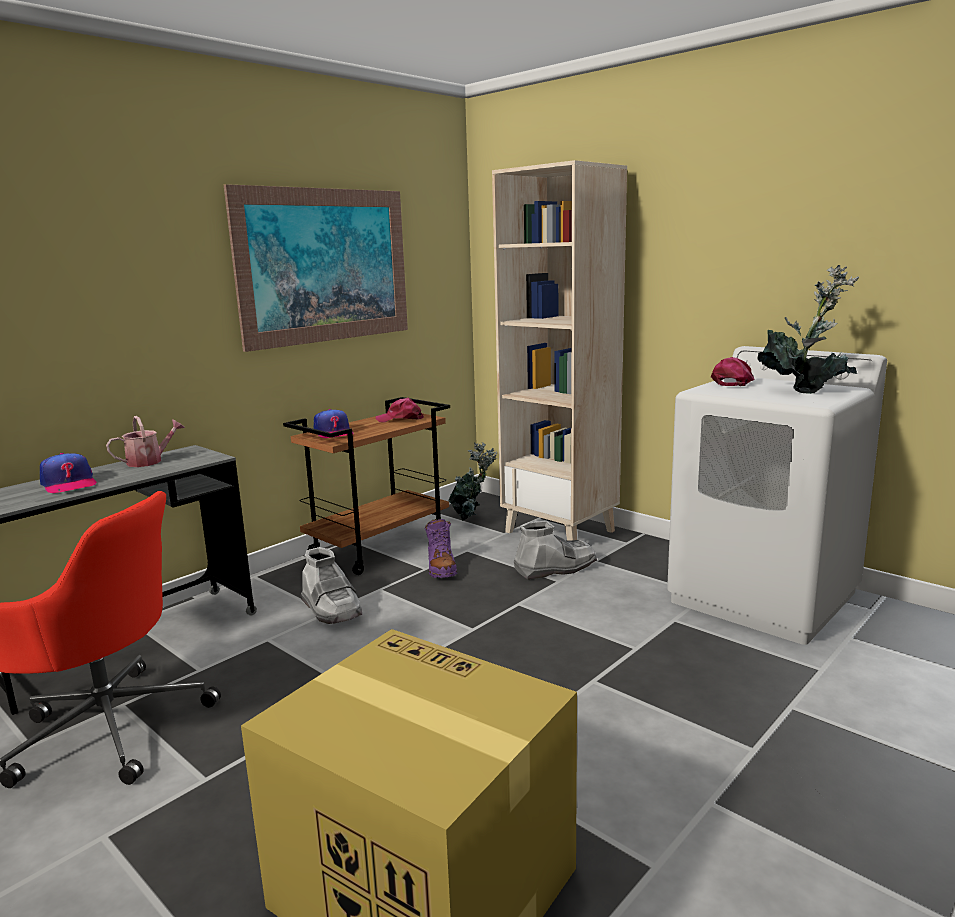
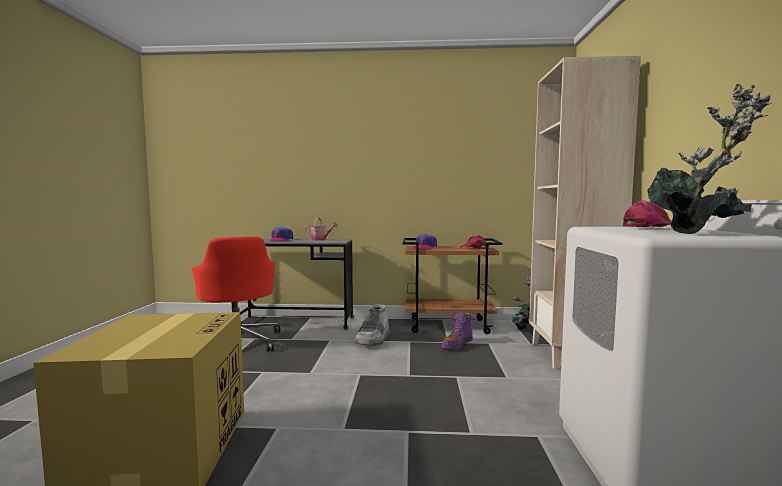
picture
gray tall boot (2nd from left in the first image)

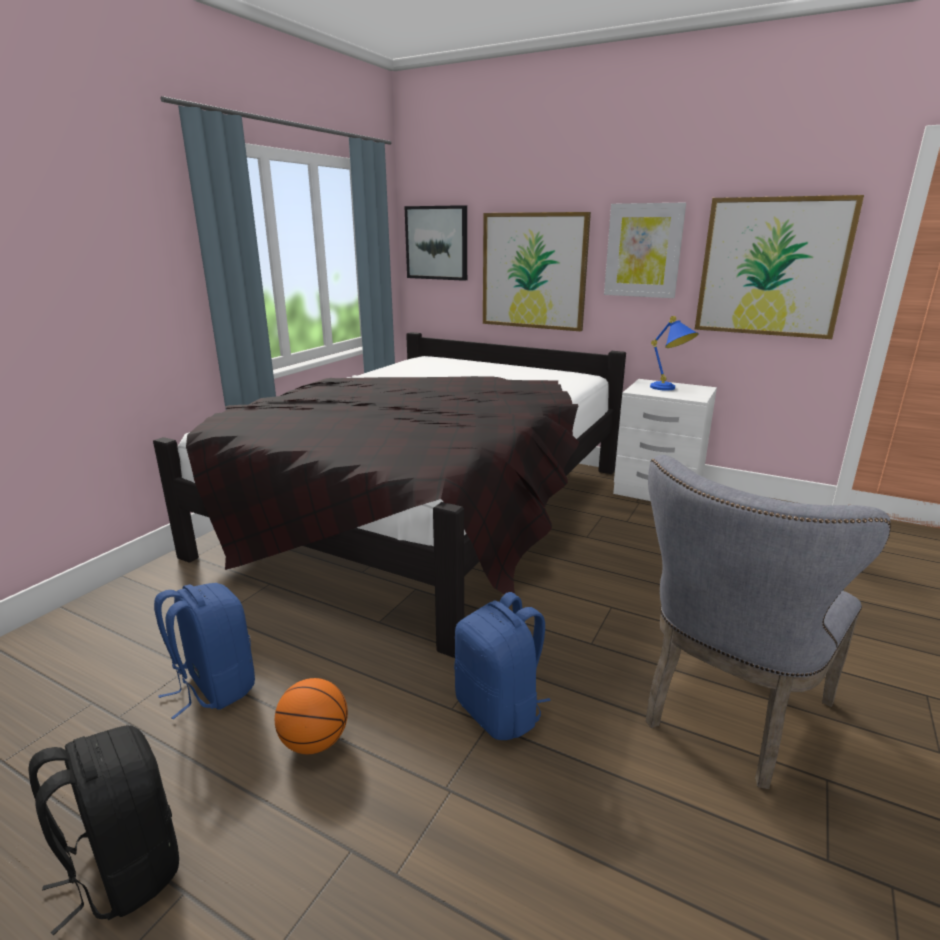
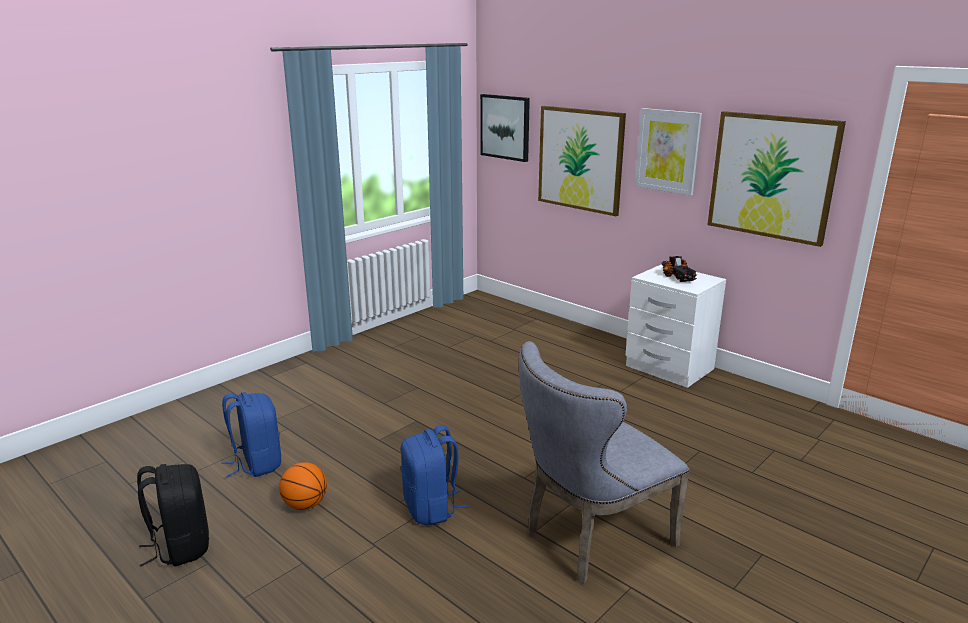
black bedroom bed
model truck

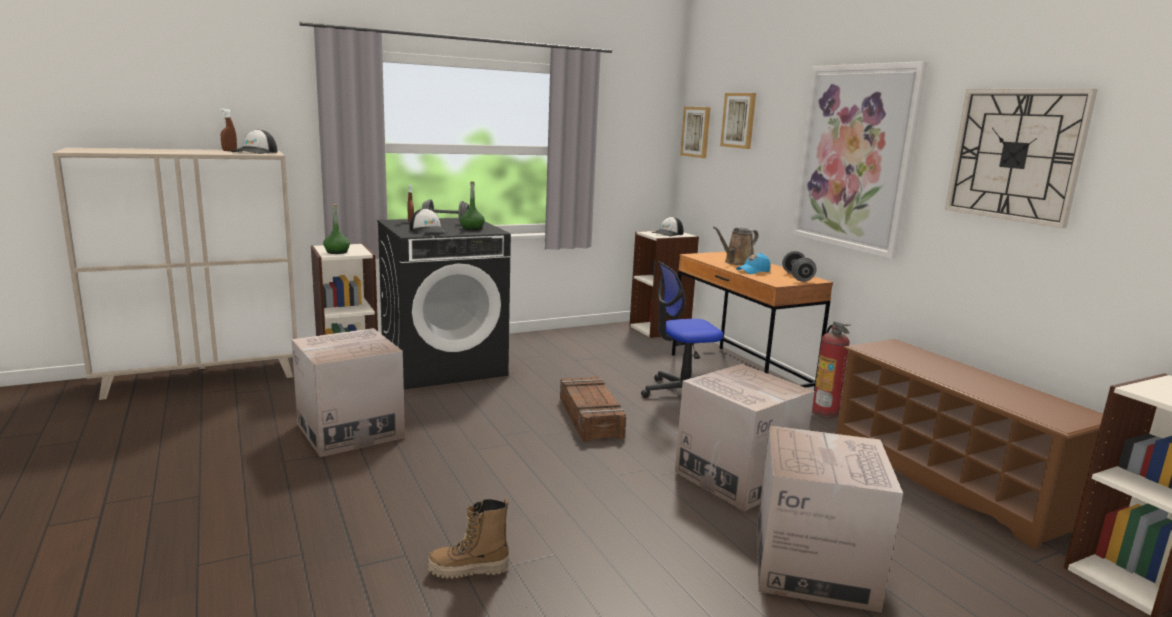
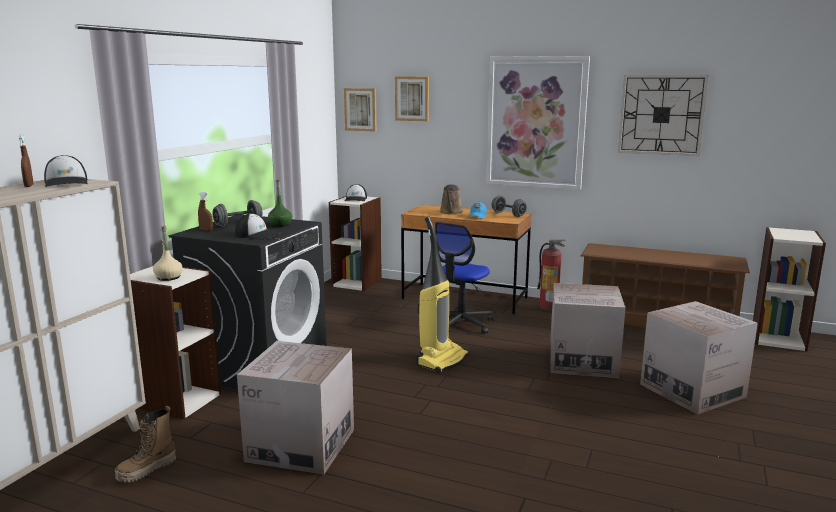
beige-coloured drink bottle
tall boot
hoover

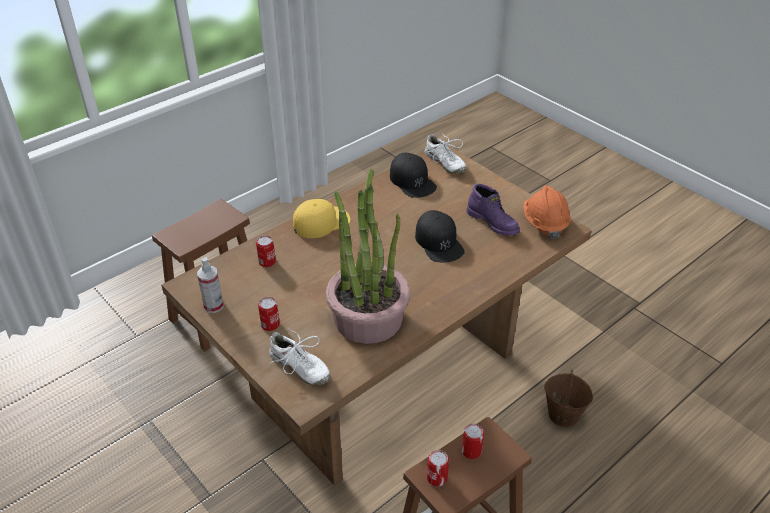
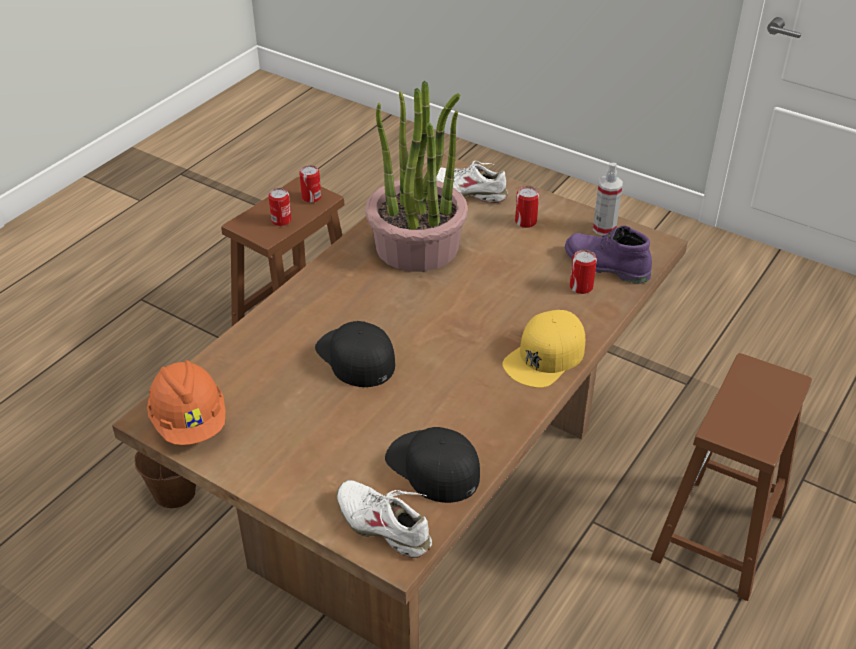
purplish tall boot

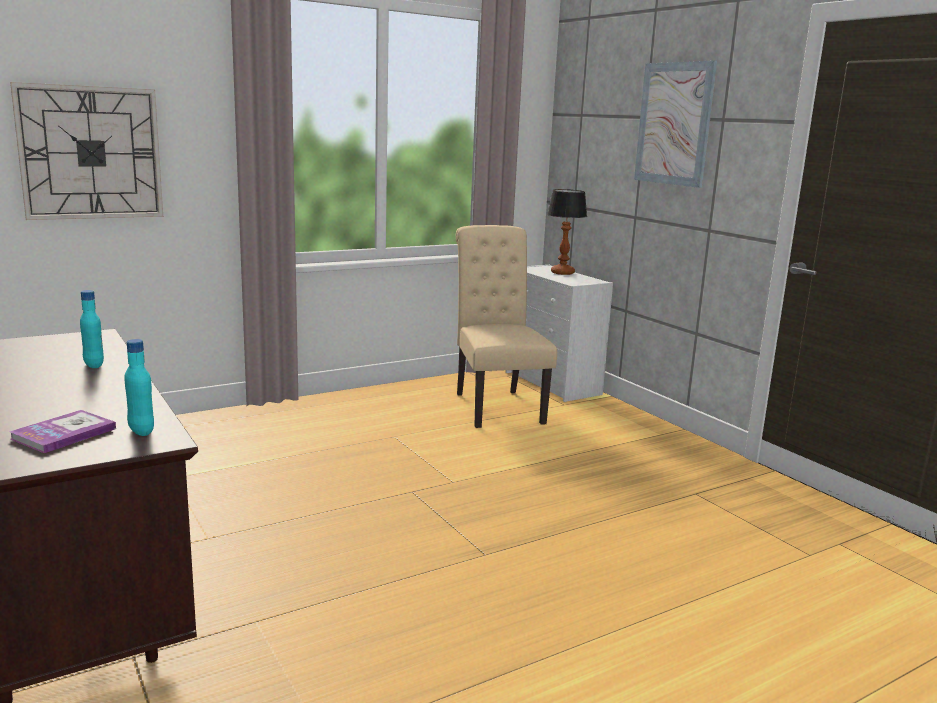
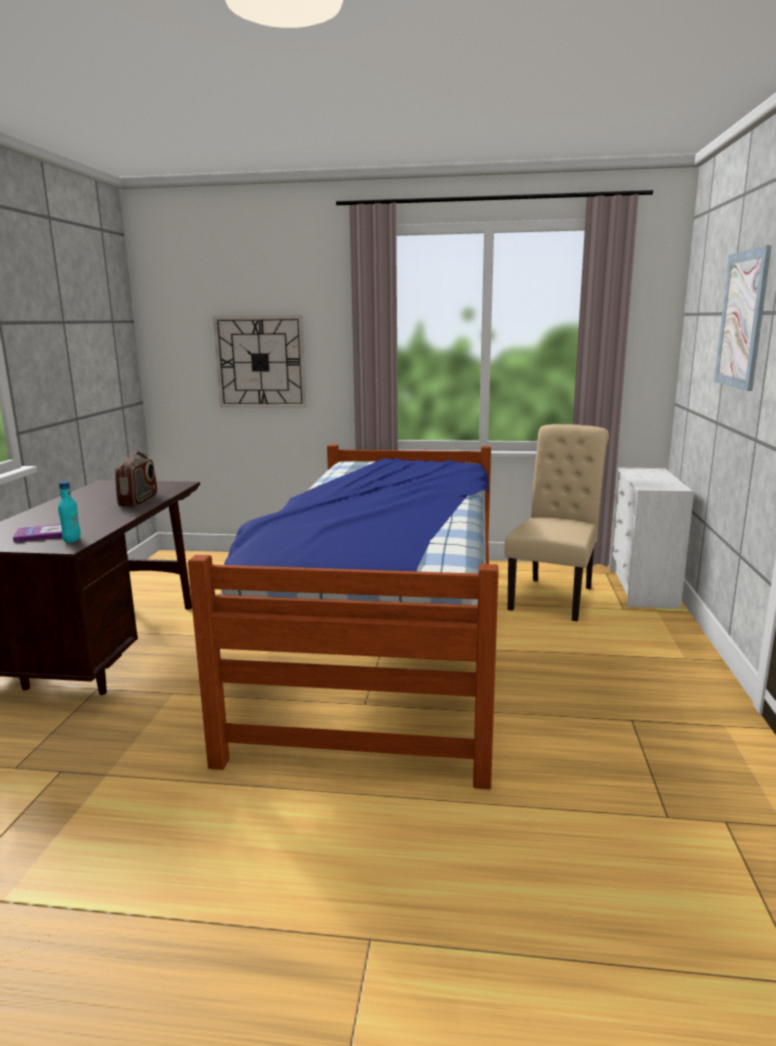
radio set
tabletop lamp
bedroom bed

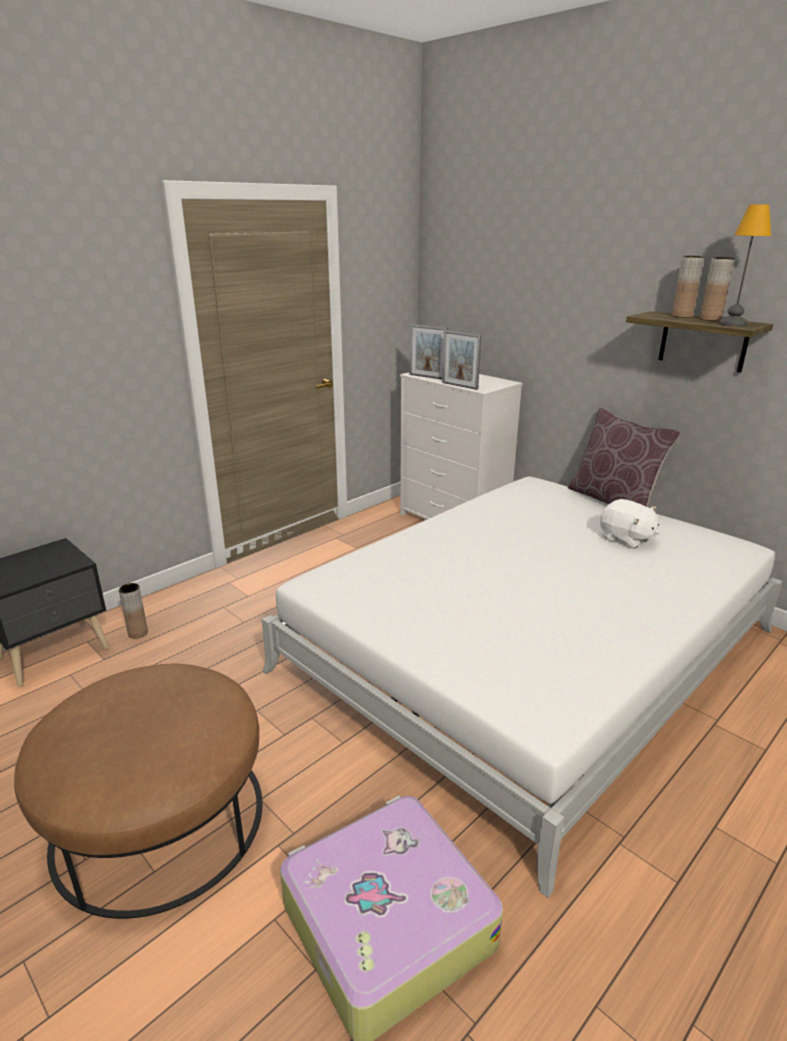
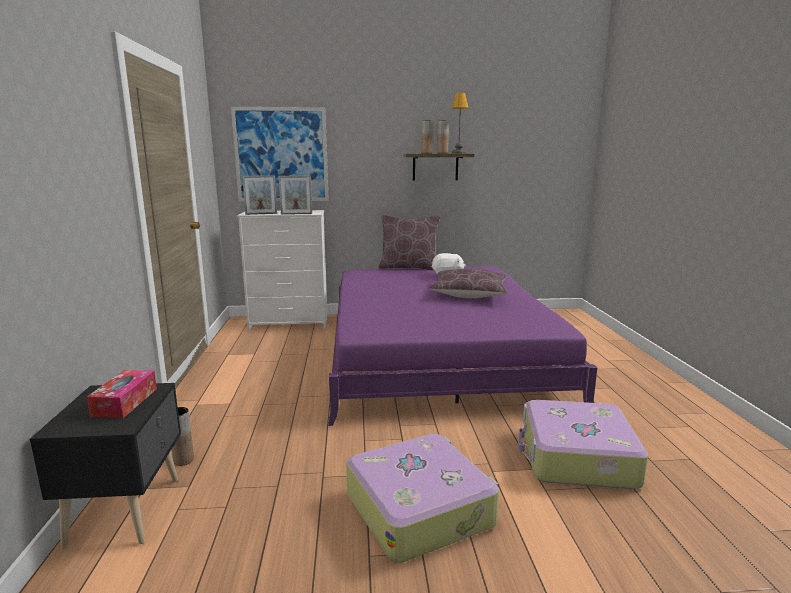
suitcase (1st from left)
purplish bedroom bed
tissue holder
picture
brown-coloured pillow (2nd from left)

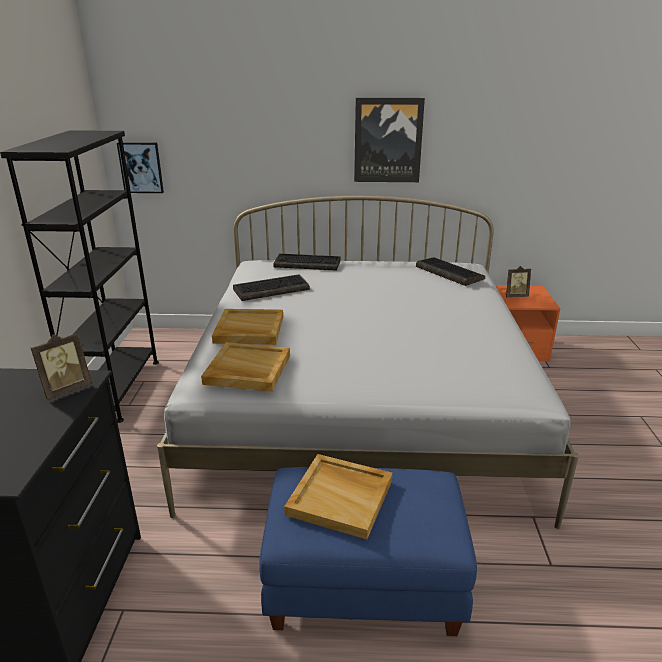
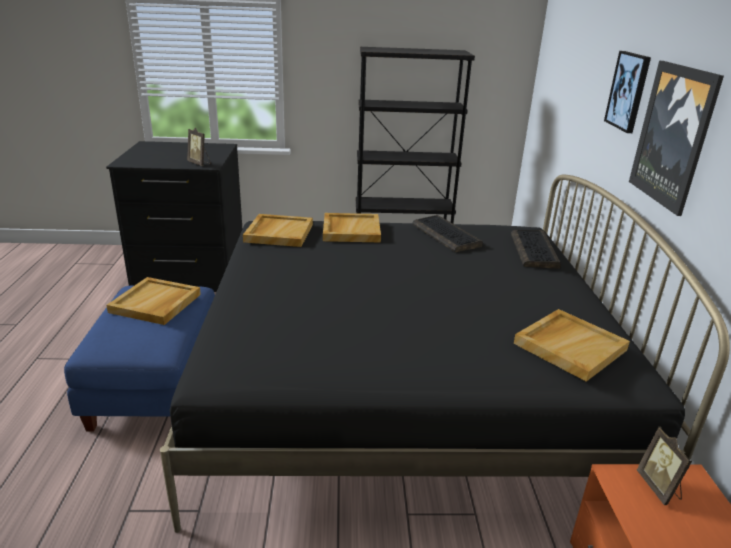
picture (1st from left)
black bedroom bed
beige-coloured tray (4th from left)

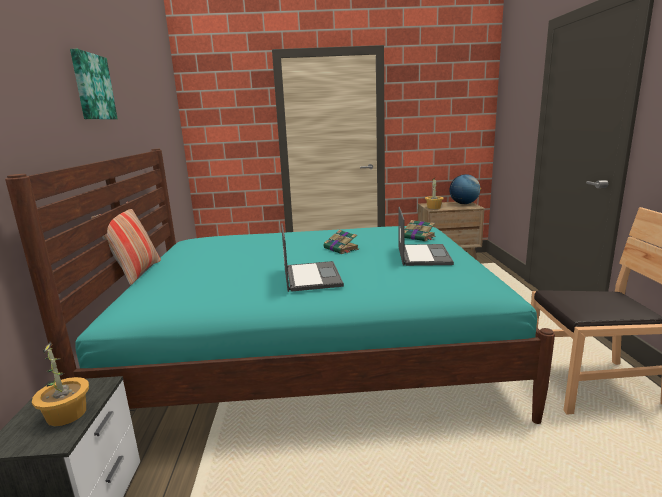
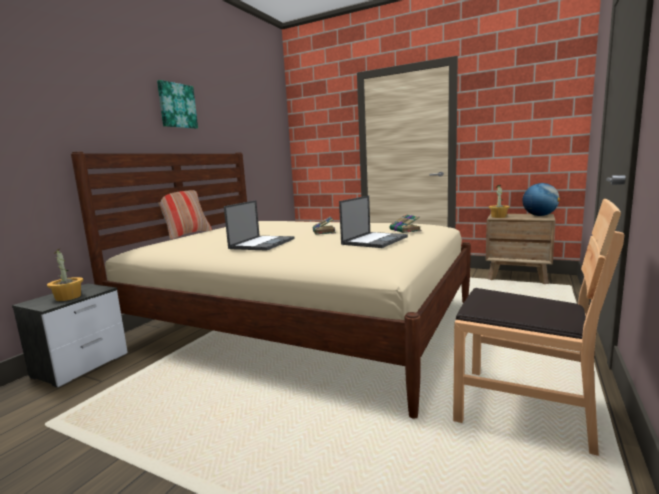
beige-coloured bedroom bed

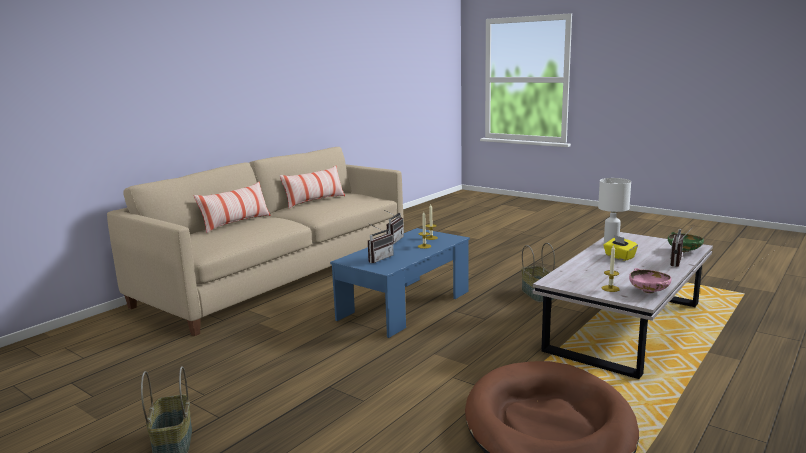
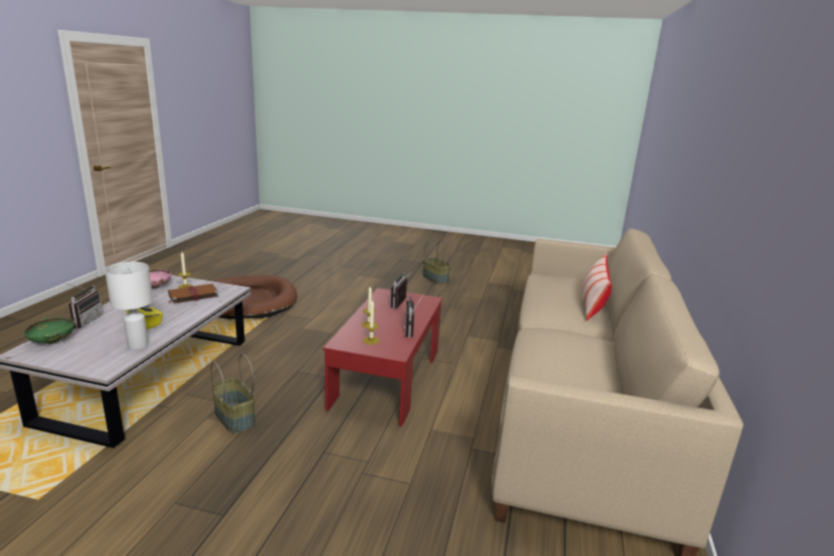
pillow (2nd from left in the first image)
reddish coffee table
brown-coloured volume

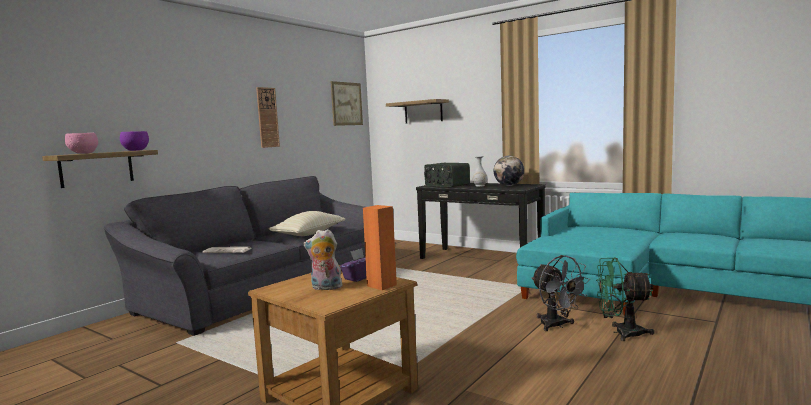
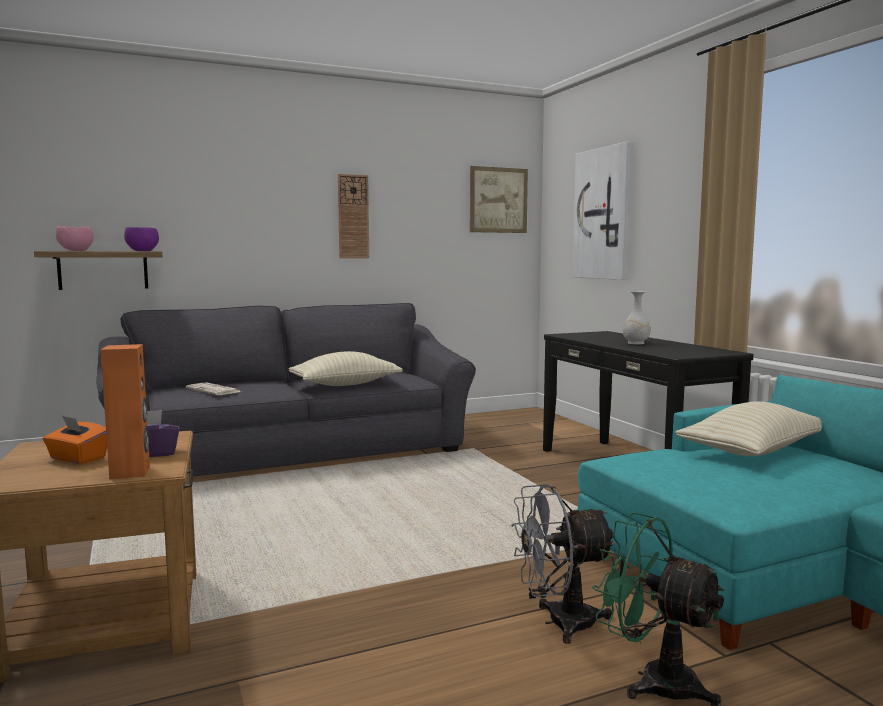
orangey tissue holder
picture (2nd from left)
radio set
world globe
gray cooling fan
beige-coloured pillow (2nd from left)

